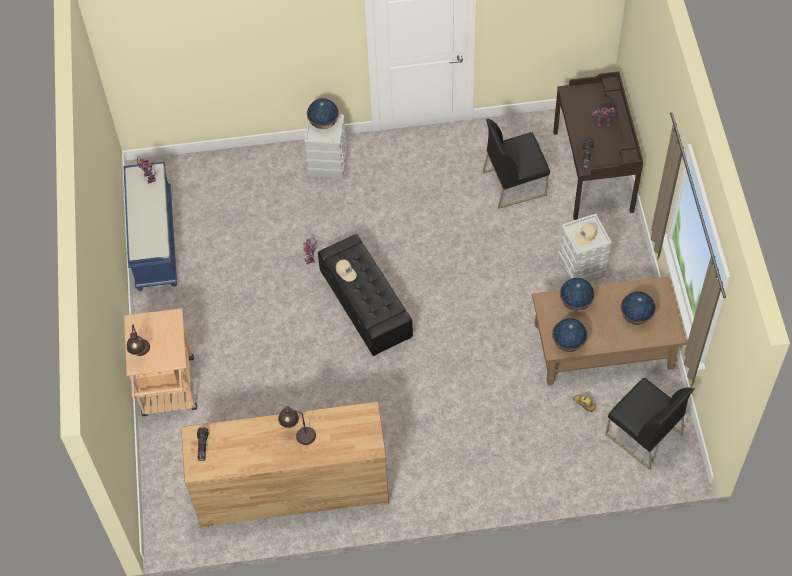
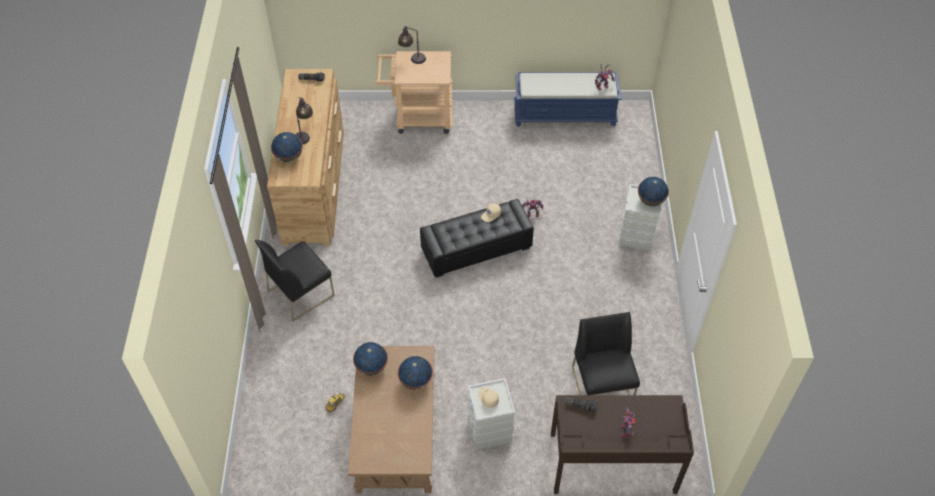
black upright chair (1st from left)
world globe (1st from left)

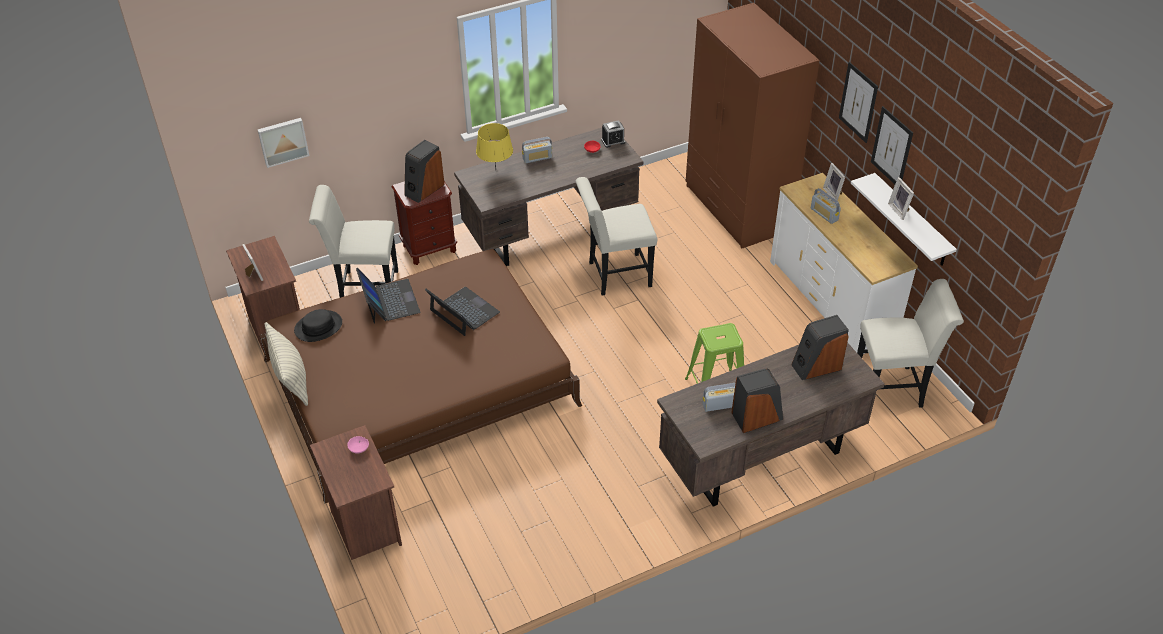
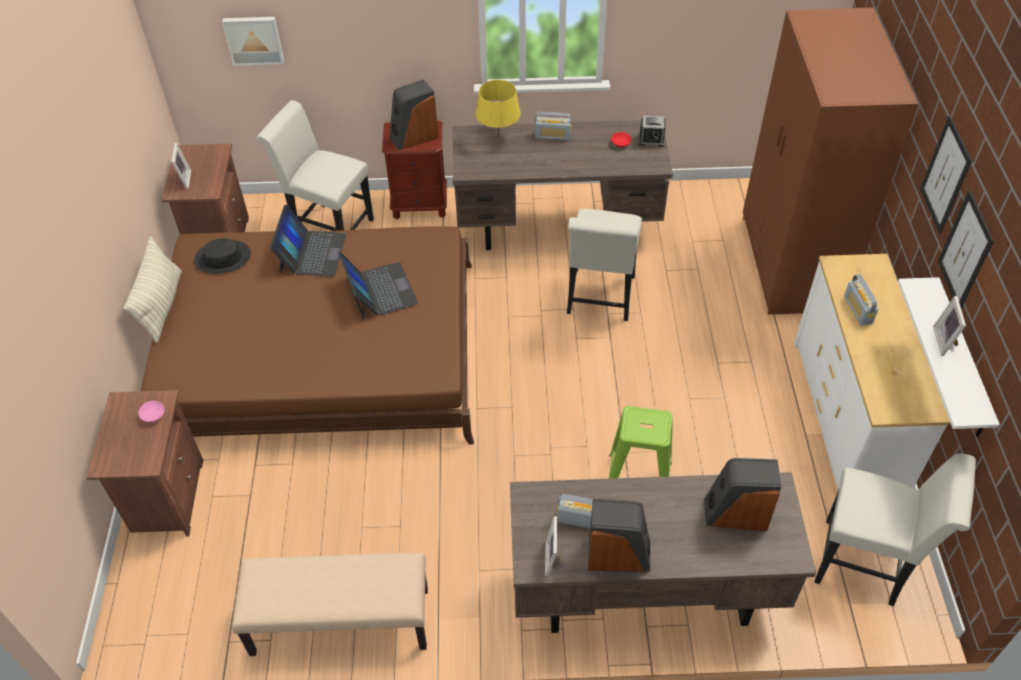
white upright chair (2nd from left)
picture frame (2nd from left)
beige-coloured indoor bench

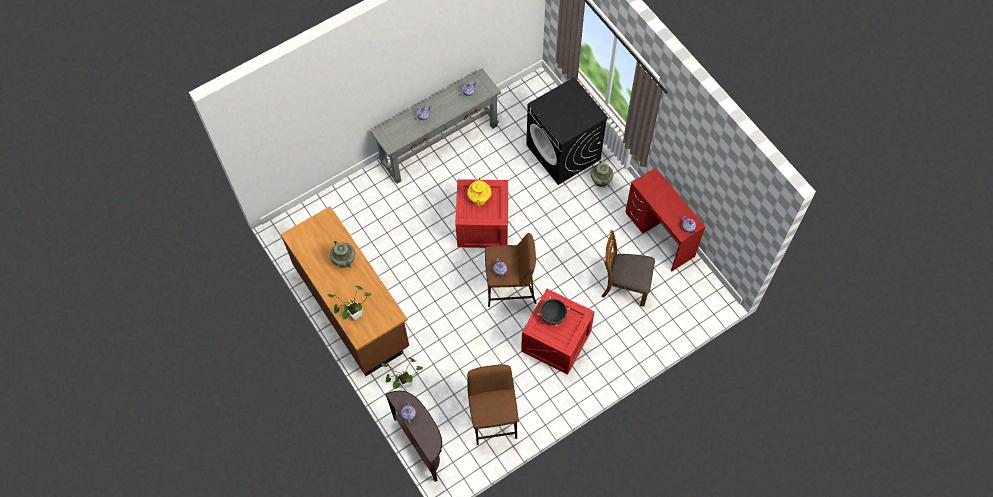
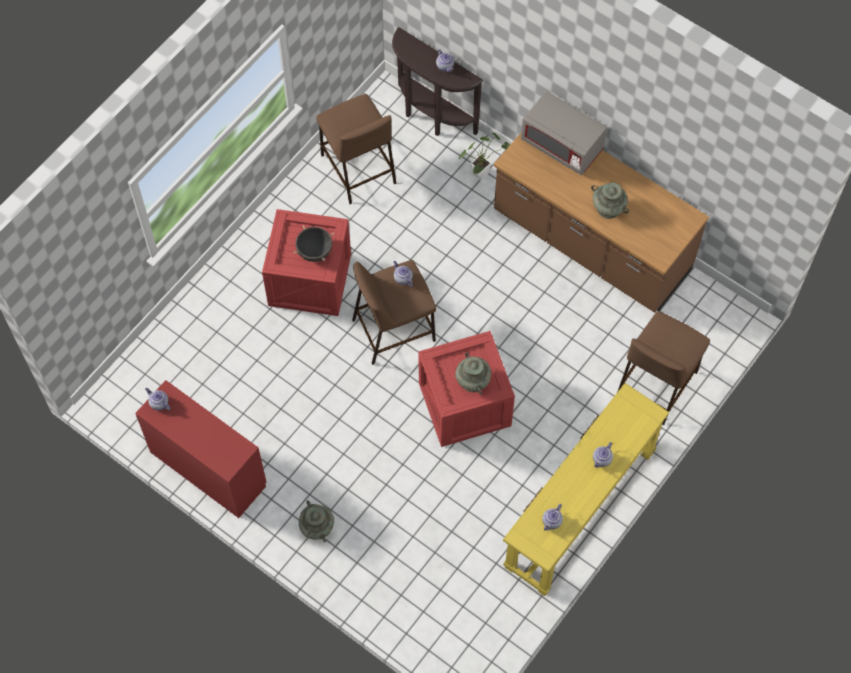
gray microwave
yellow-coloured hall table
blue-green vase (2nd from left)
black washing machine
brown-coloured upright chair
brown-coloured stool (3rd from left)

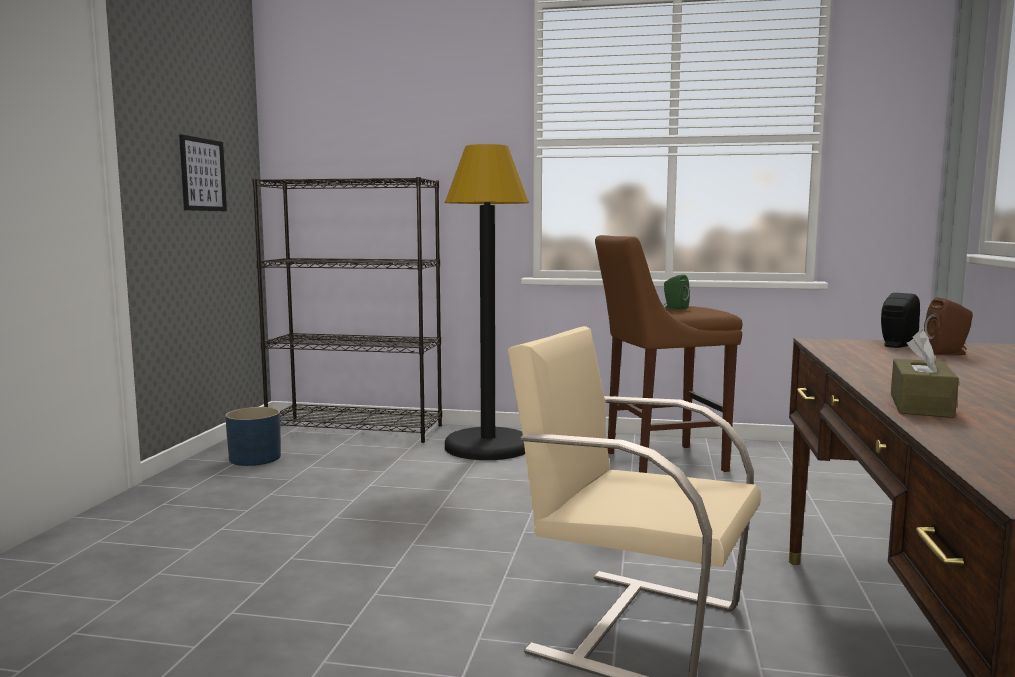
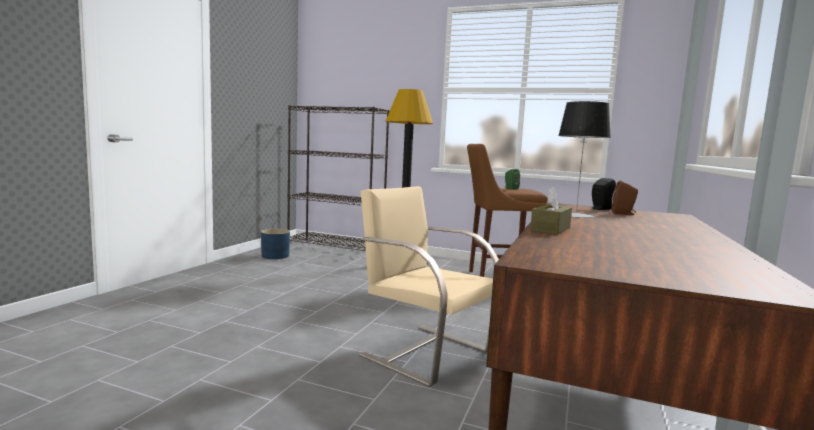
picture
tabletop lamp

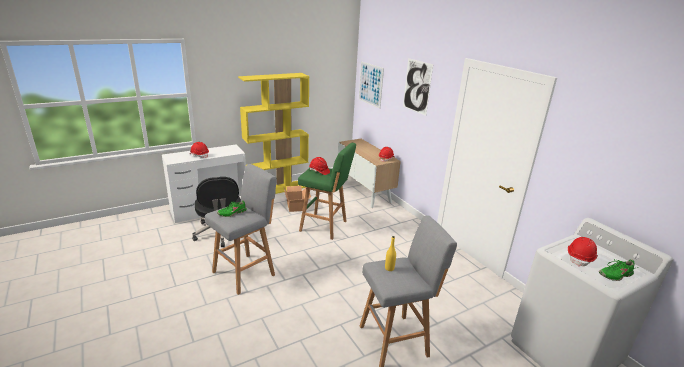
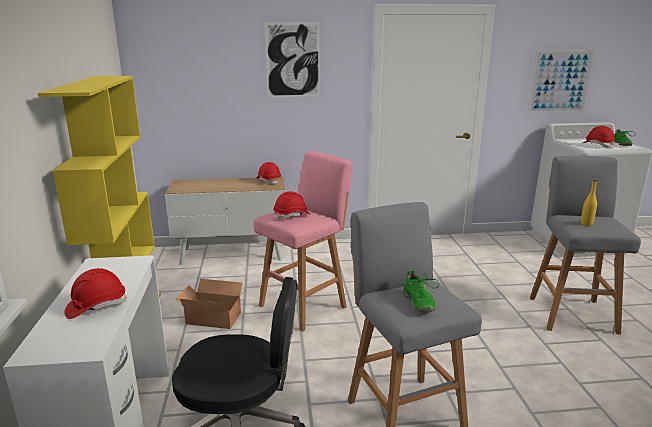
pink stool
picture (2nd from left)

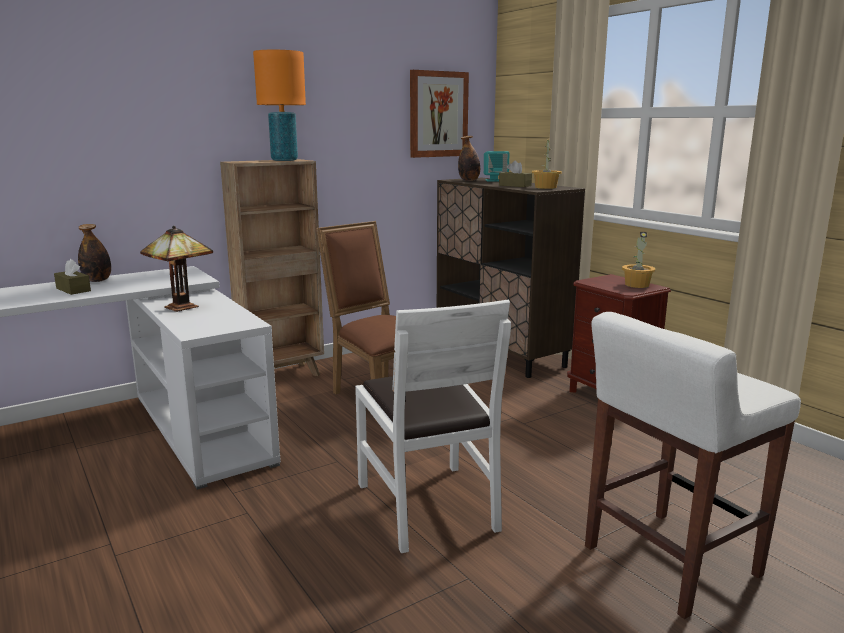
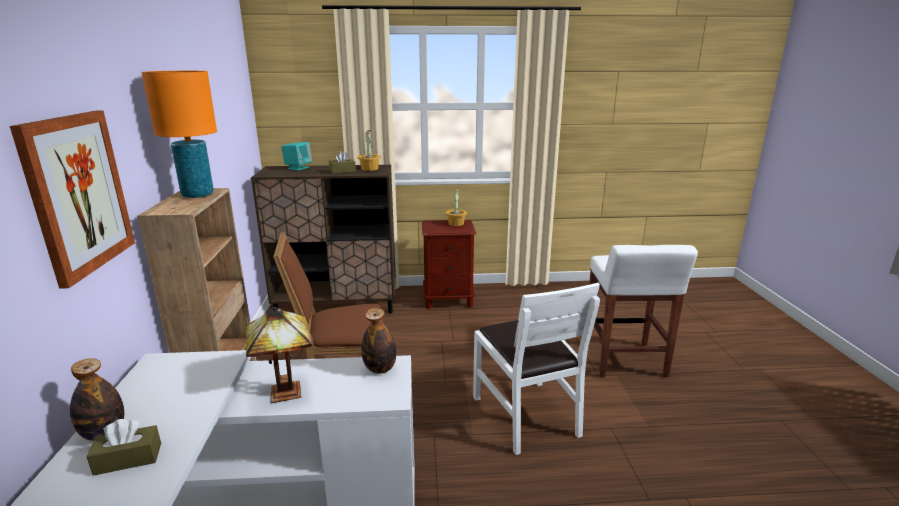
white upright chair
picture
drink bottle (2nd from left)

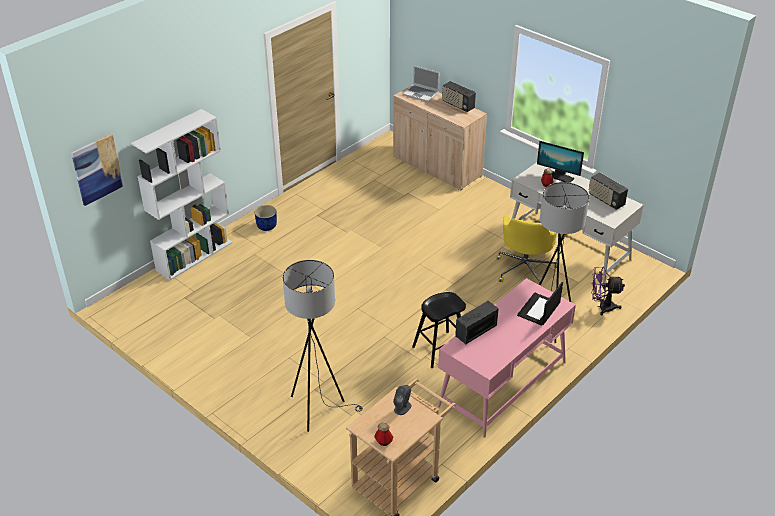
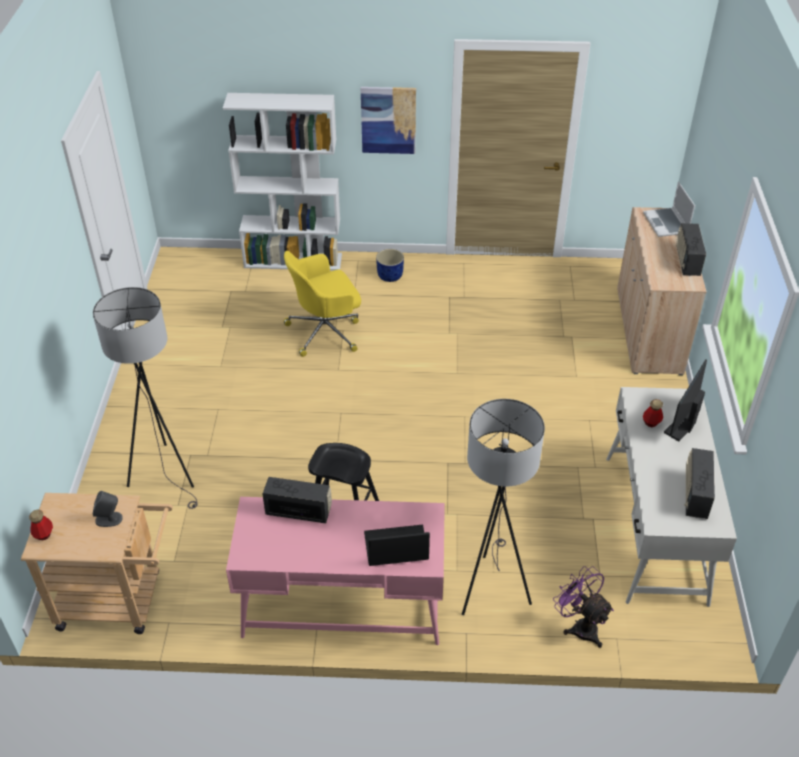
picture
yellow-coloured office chair
computer screen

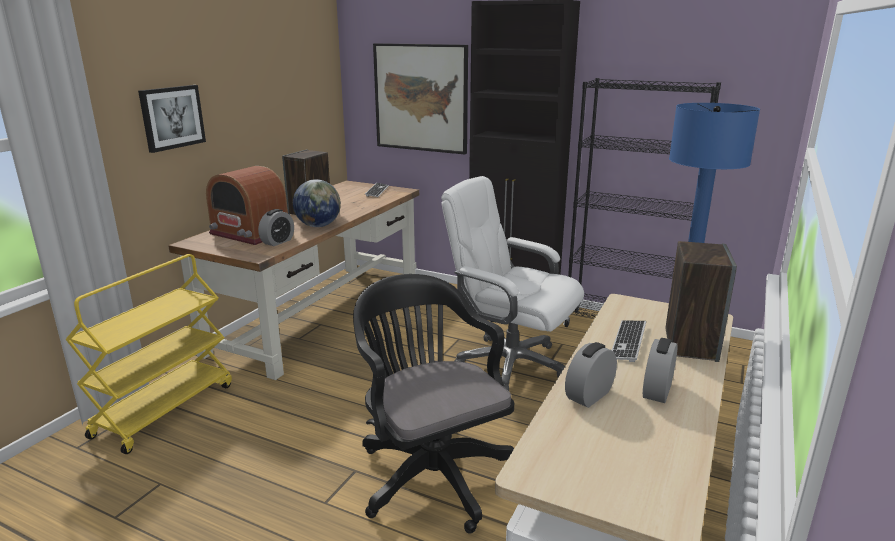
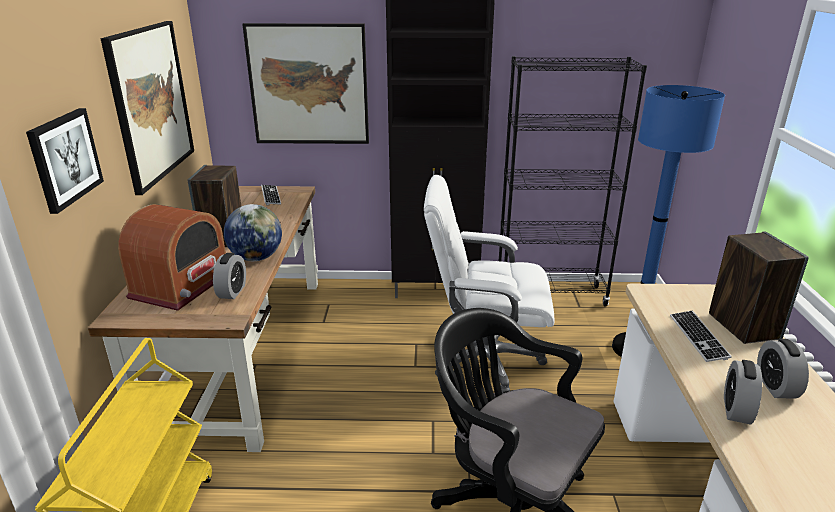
radio set
picture (2nd from left)

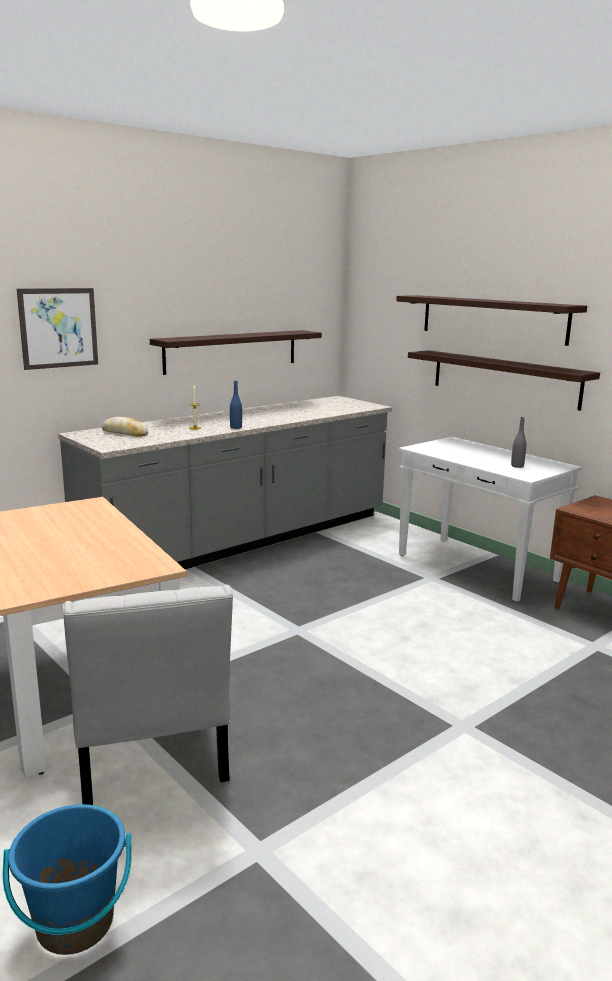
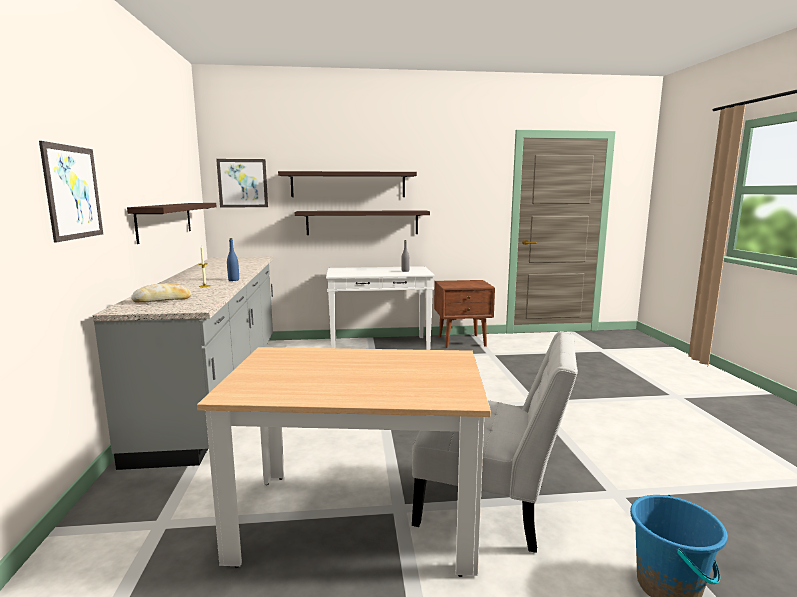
picture (2nd from left)

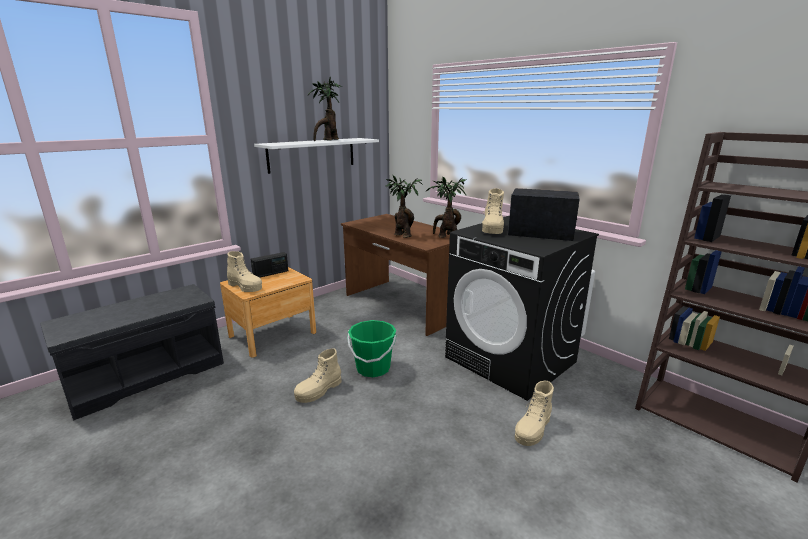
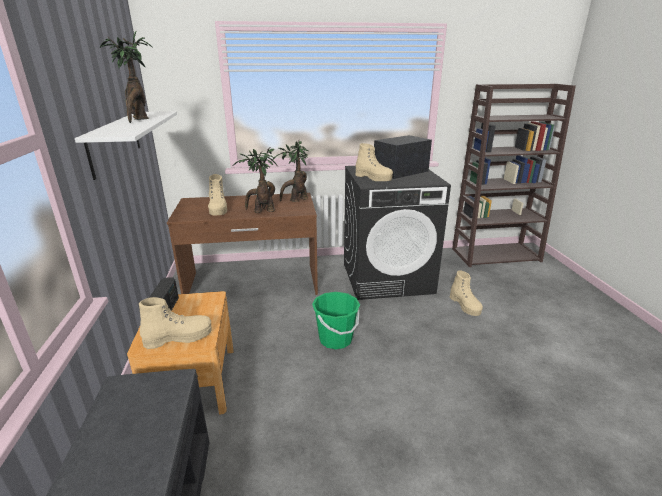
beige-coloured tall boot (2nd from left)

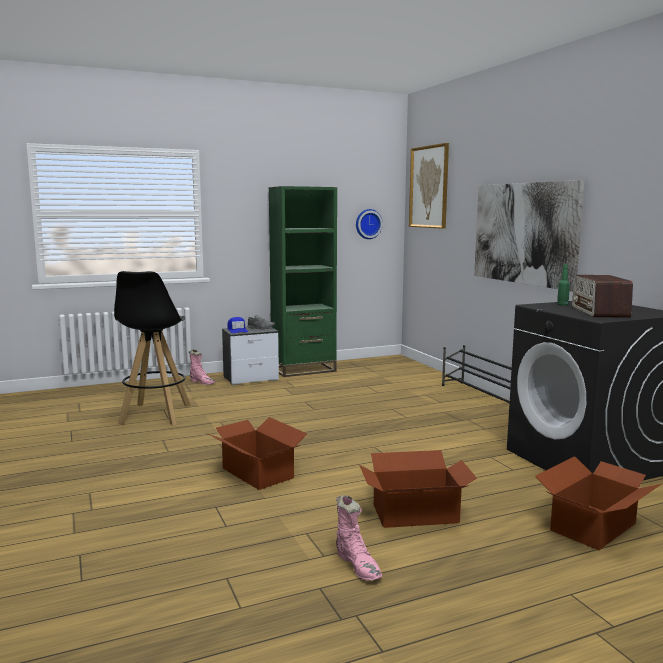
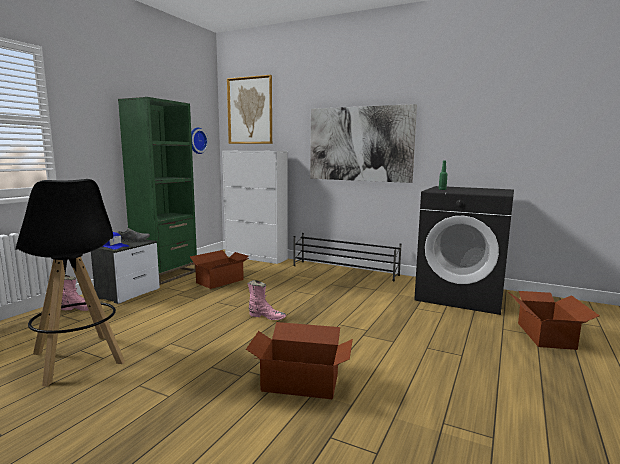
pink tall boot (2nd from left)
cardboard box (1st from left)
radio set
white storage cabinet

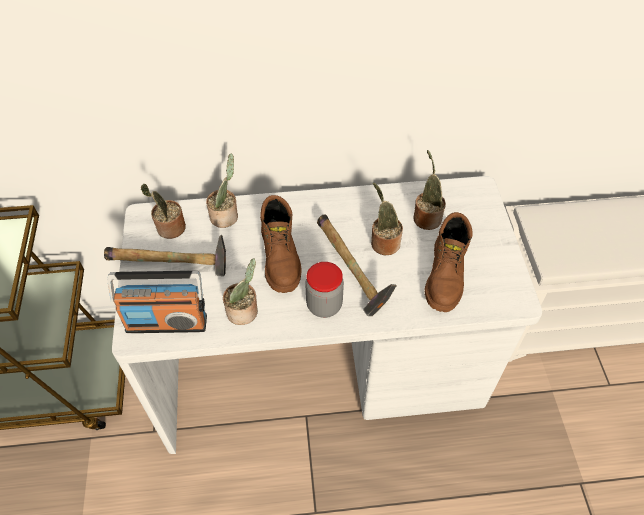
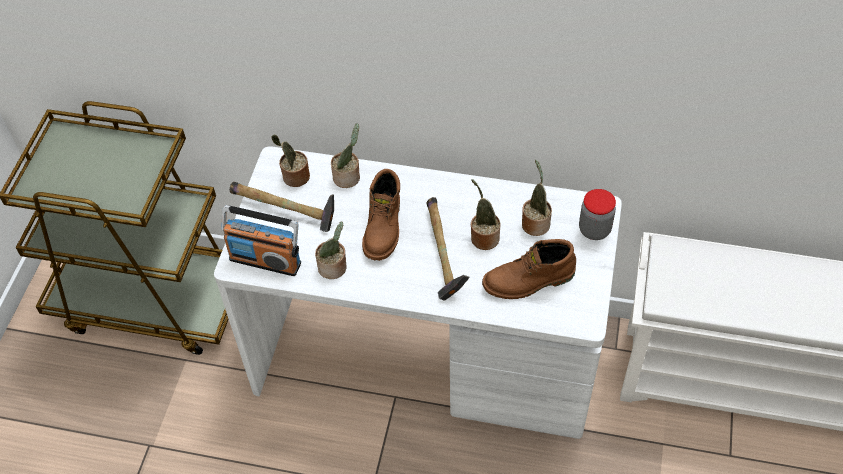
jar
brown-coloured tall boot (2nd from left)

